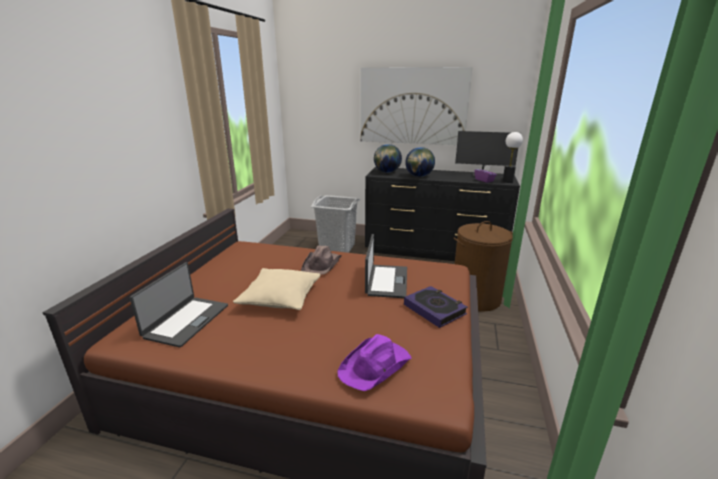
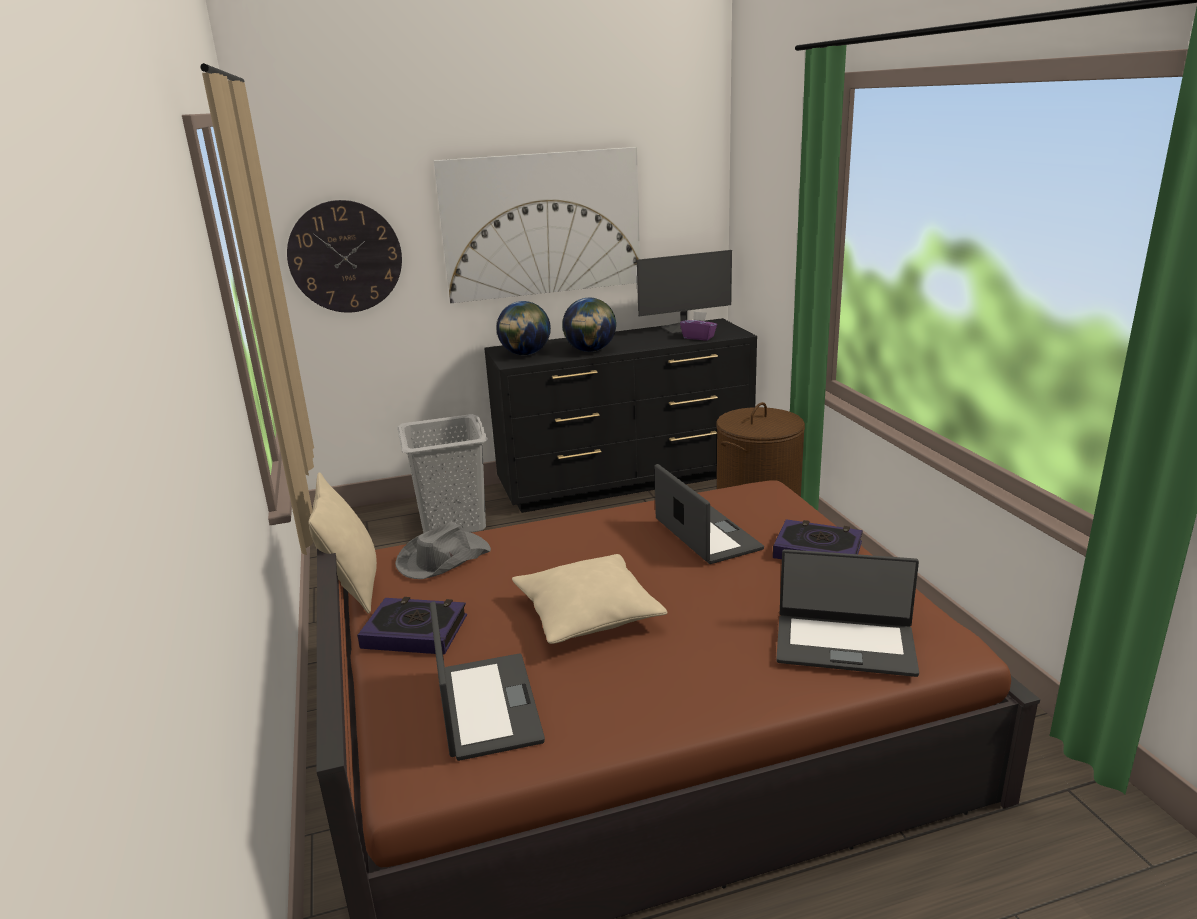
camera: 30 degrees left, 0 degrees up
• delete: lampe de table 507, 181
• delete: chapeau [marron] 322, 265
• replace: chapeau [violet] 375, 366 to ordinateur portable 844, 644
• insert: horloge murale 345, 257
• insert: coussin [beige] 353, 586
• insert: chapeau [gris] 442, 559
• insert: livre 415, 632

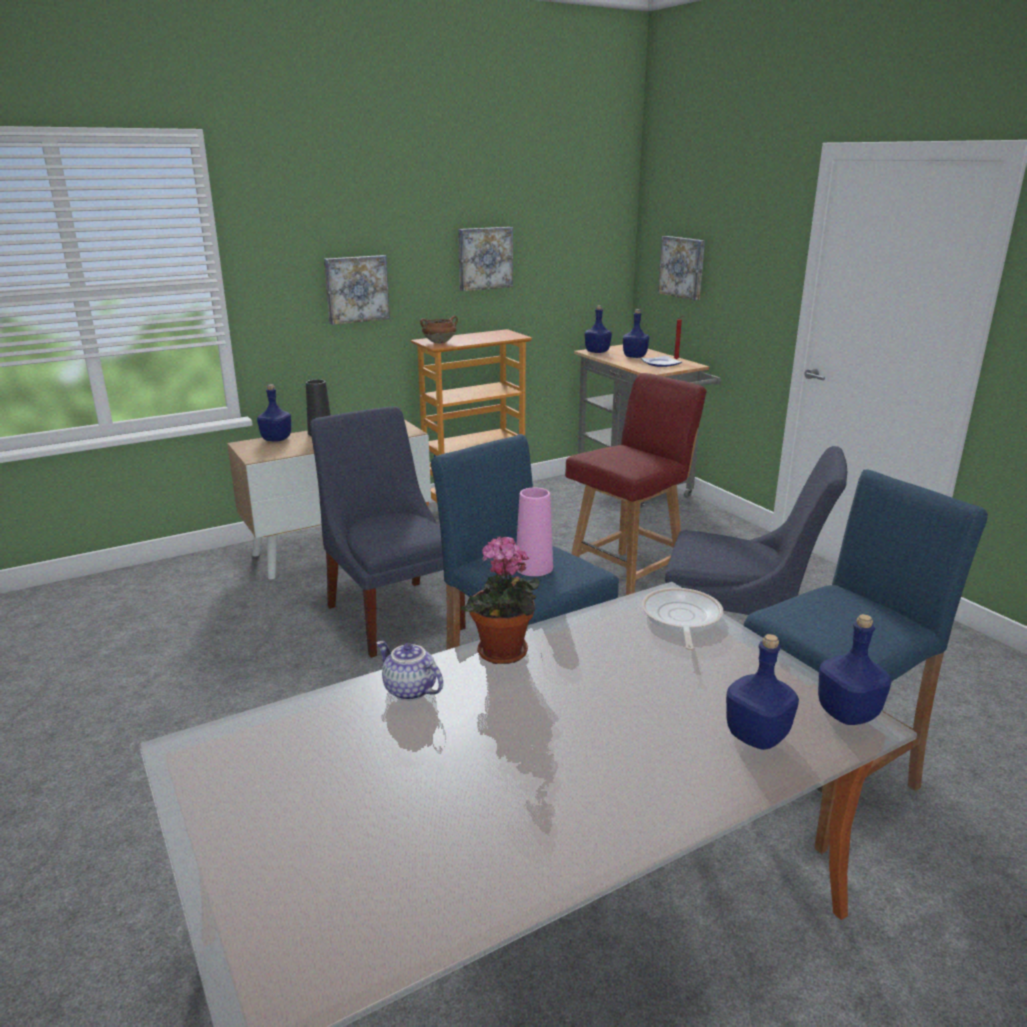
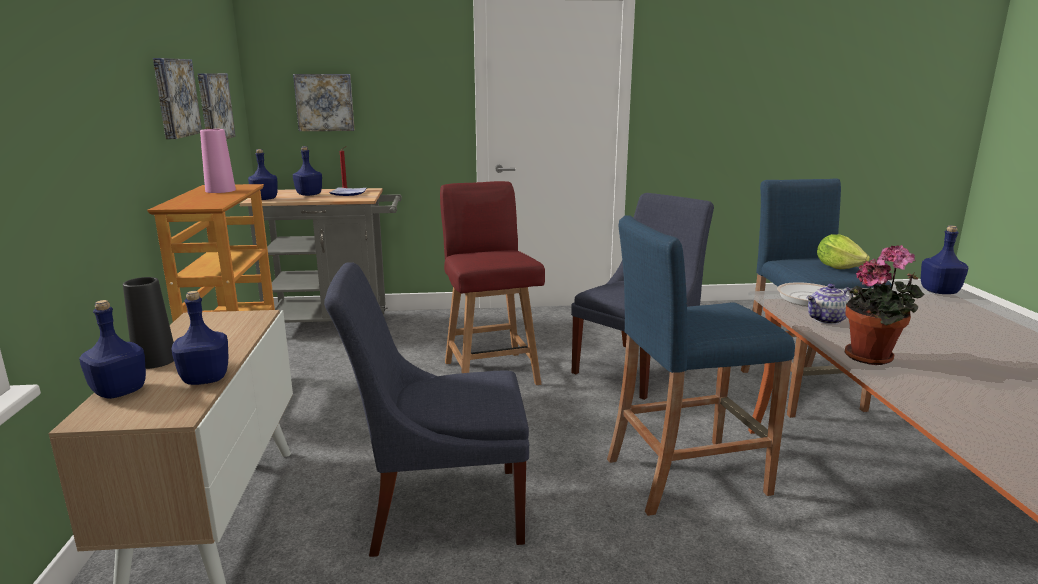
camera: 65 degrees left, 5 degrees down
• move: tableau 356, 289 to 213, 106
• delete: marmite [marron] 439, 342
• move: vase [rose] 534, 567 to 220, 190
• move: bouteille [bleu] 756, 737 to 205, 379
• move: théière 408, 690 to 827, 320
• insert: laitue 838, 267

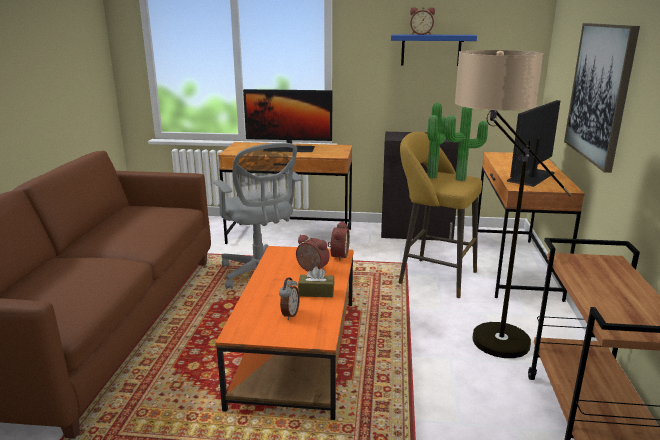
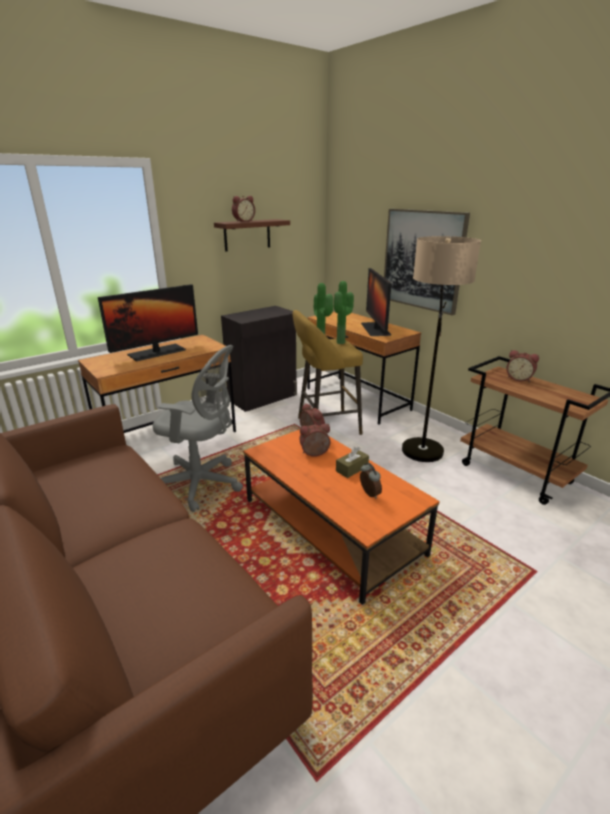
camera: 45 degrees left, 5 degrees up
• recolor: étagère [bleu] 431, 50 to étagère [marron] 247, 235
• insert: réveil 519, 378

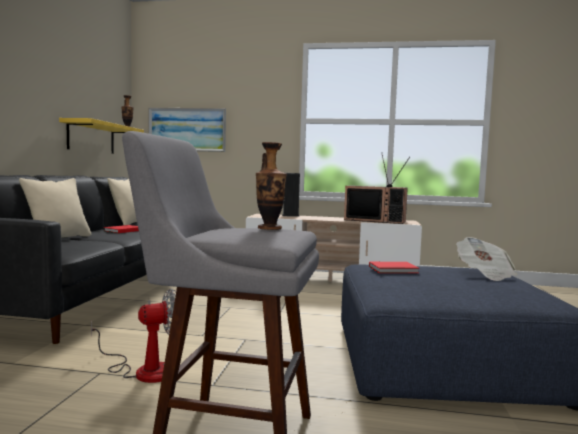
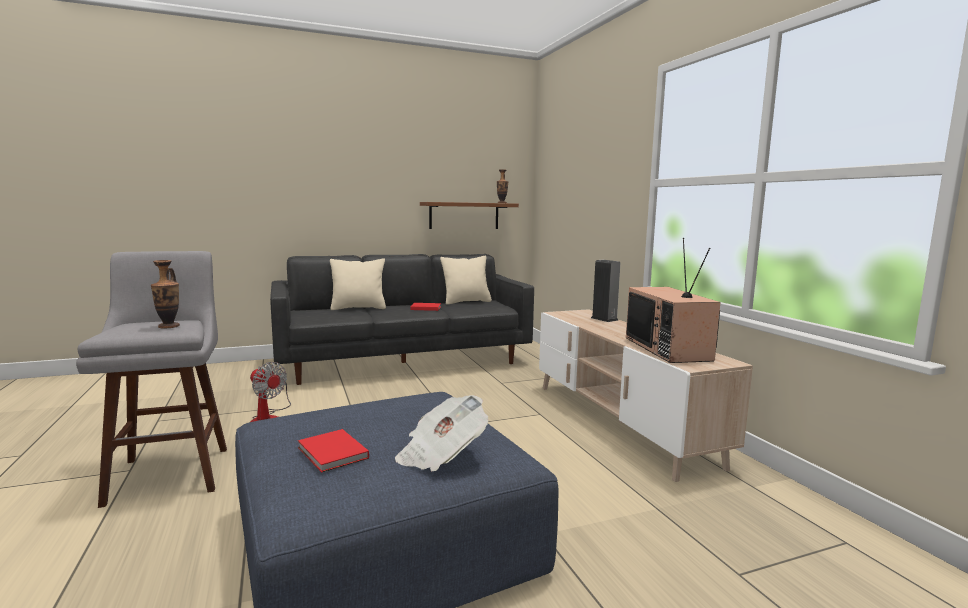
camera: 60 degrees right, 5 degrees up
• delete: tableau 187, 129
• recolor: étagère [jaune] 91, 138 to étagère [marron] 464, 215
• move: livre [rouge] 394, 270 to 332, 454

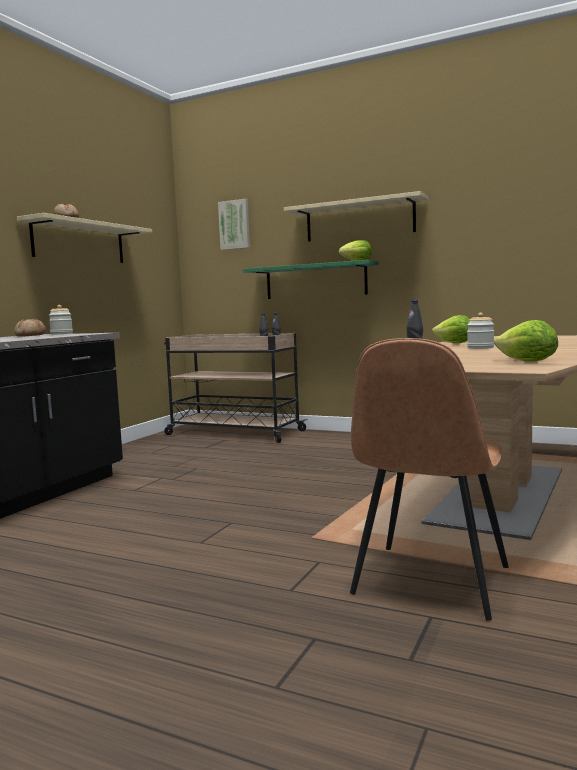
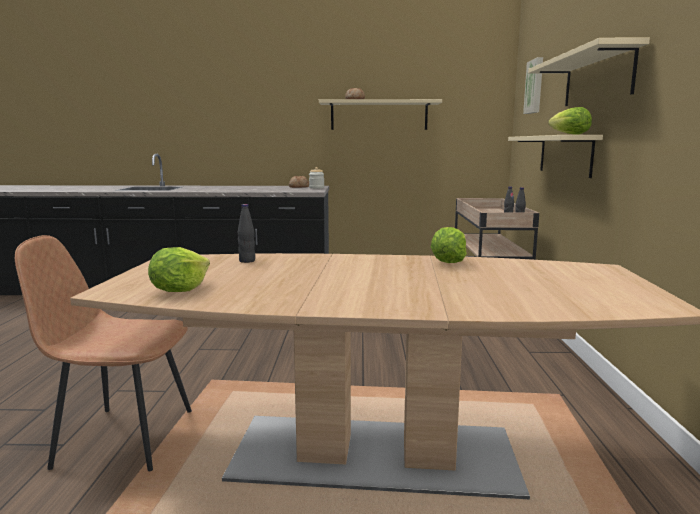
camera: 65 degrees right, 5 degrees up
• recolor: étagère [vert] 315, 281 to étagère [beige] 565, 155
• delete: bocal 480, 348

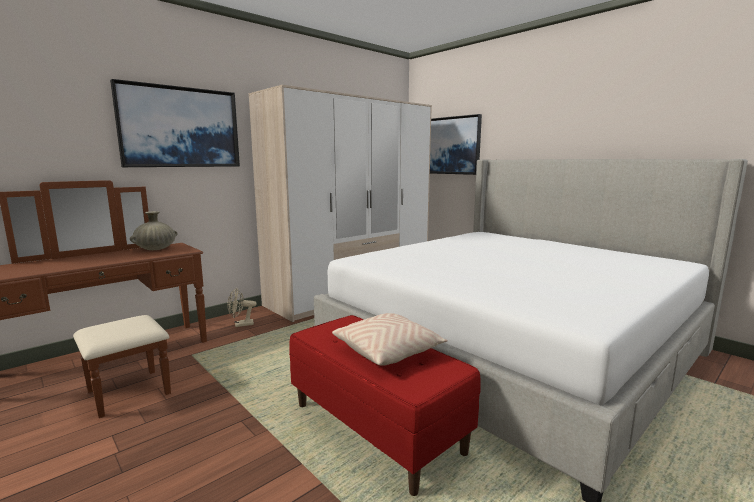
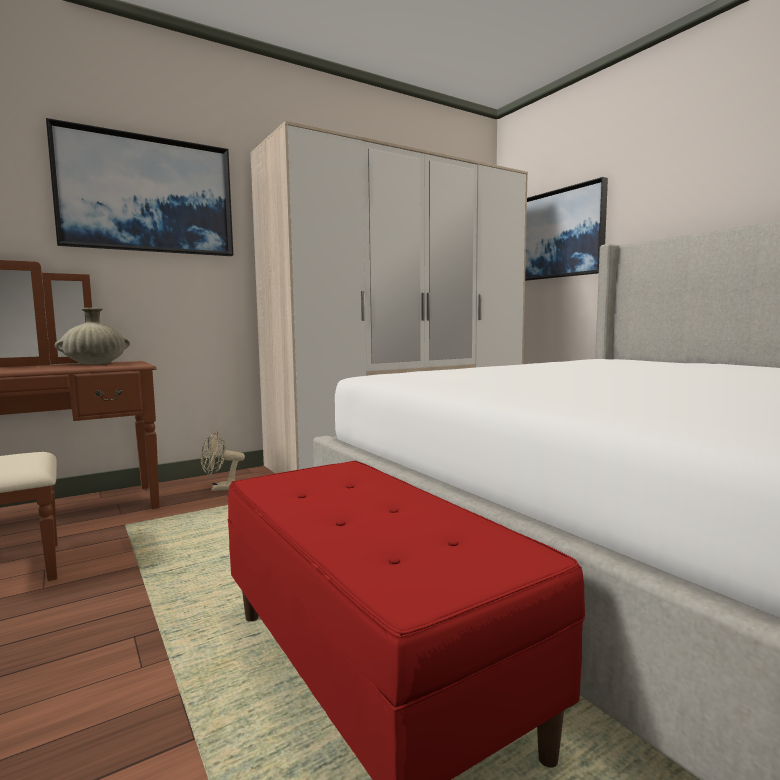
camera: 10 degrees right, 5 degrees down
• delete: coussin [beige] 388, 351

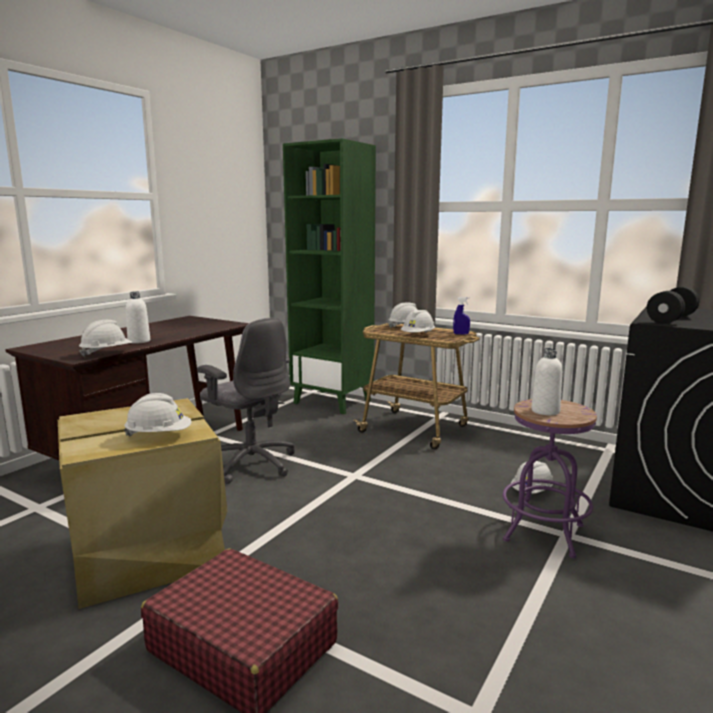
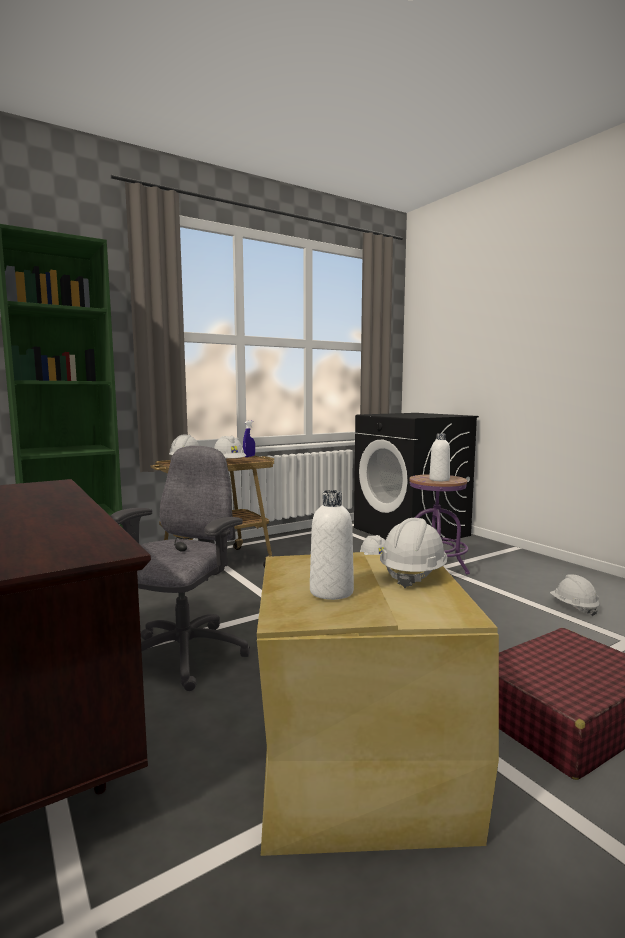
camera: 65 degrees left, 5 degrees down
• delete: haltère [noir] 671, 319
• move: bouteille [blanc] 139, 341 to 331, 591
• rotate: chaise de bureau [gris] 251, 463 = 182, 657 45 degrees counterclockwise
• move: casque de chantier [blanc] 107, 353 to 573, 607

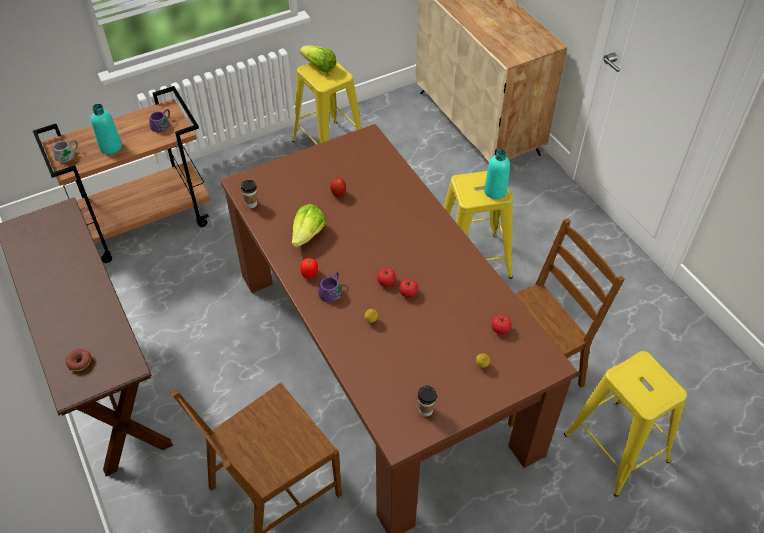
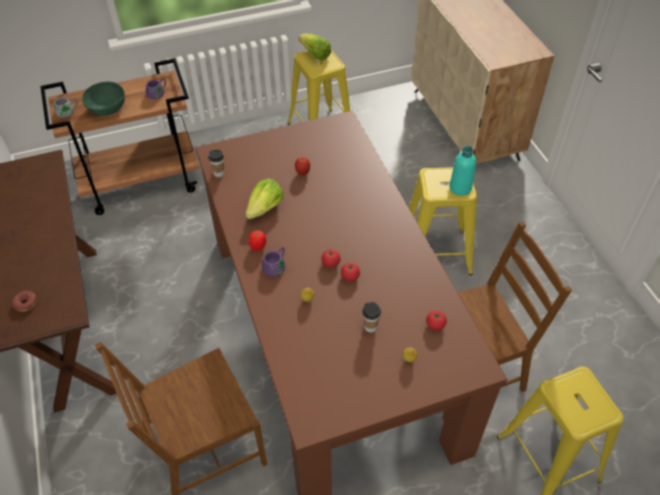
camera: 10 degrees right, 0 degrees up
• replace: bouteille [turquoise] 110, 147 to bol [vert] 107, 108
• move: tasse 426, 410 to 370, 327

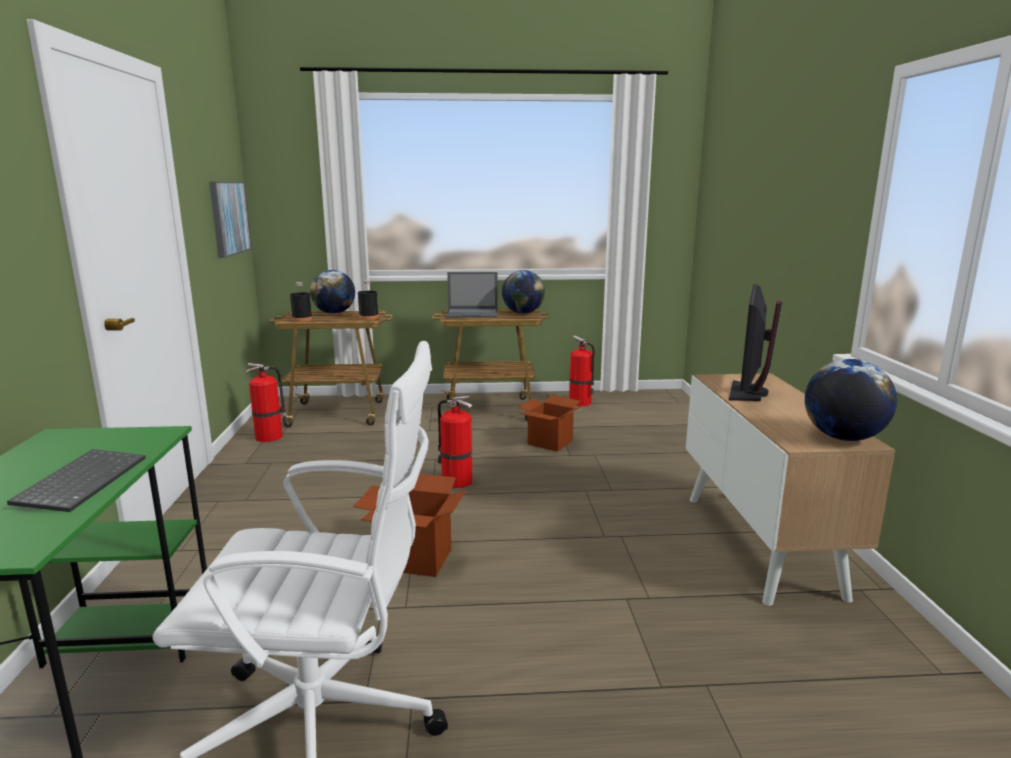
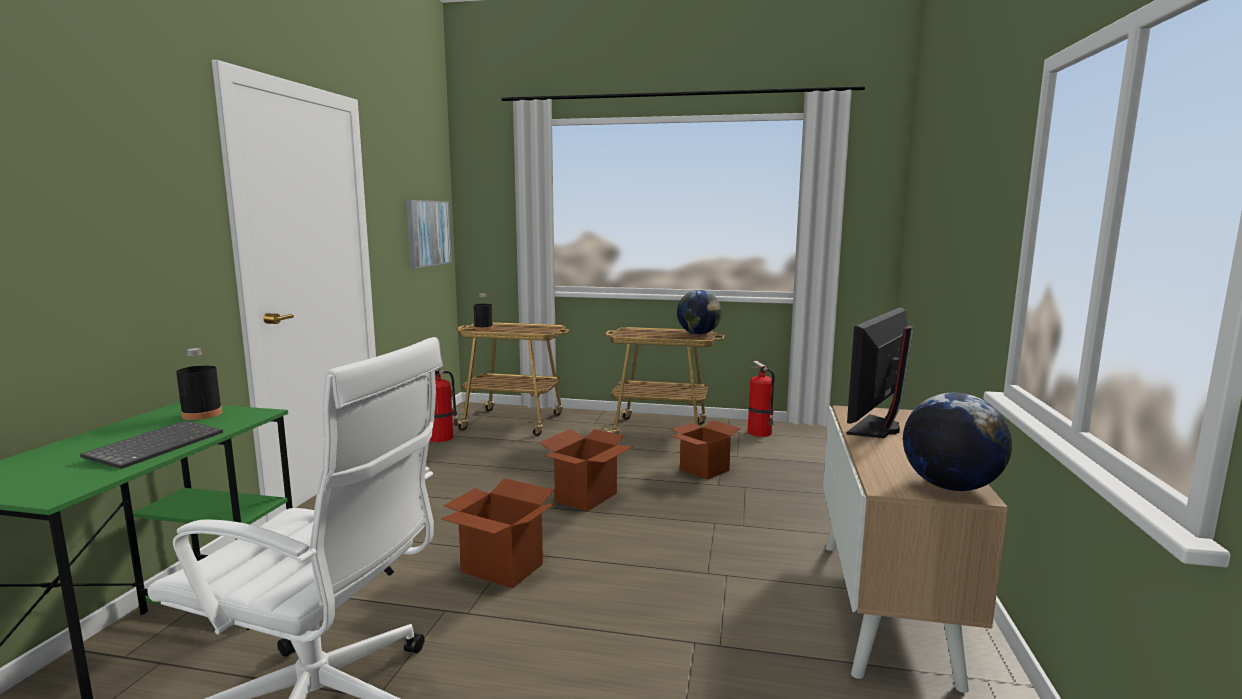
camera: 15 degrees right, 5 degrees down
• delete: globe 334, 313
• delete: ordinateur portable 473, 313
• move: bouteille [noir] 368, 318 to 202, 414
• replace: extincteur 455, 481 to carton 586, 497

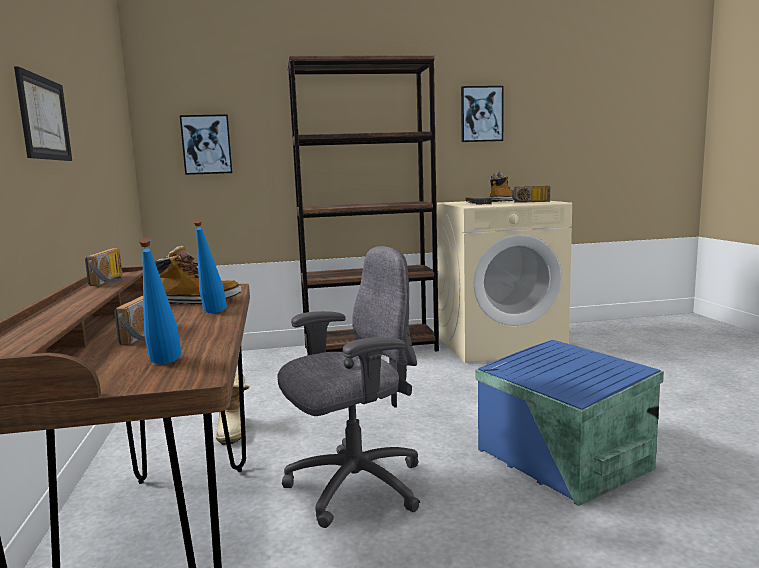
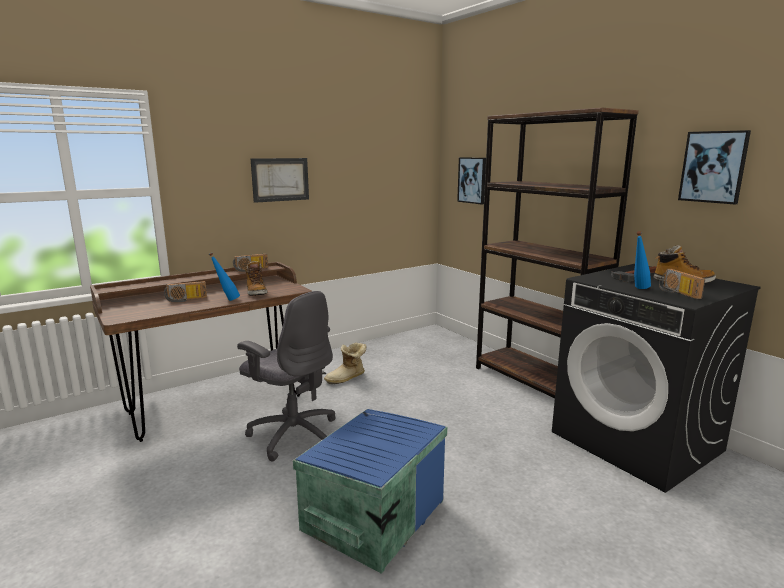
camera: 65 degrees right, 5 degrees up
• recolor: lave-linge [beige] 499, 343 to lave-linge [noir] 637, 441
• move: bouteille [bleu] 163, 365 to 638, 289

